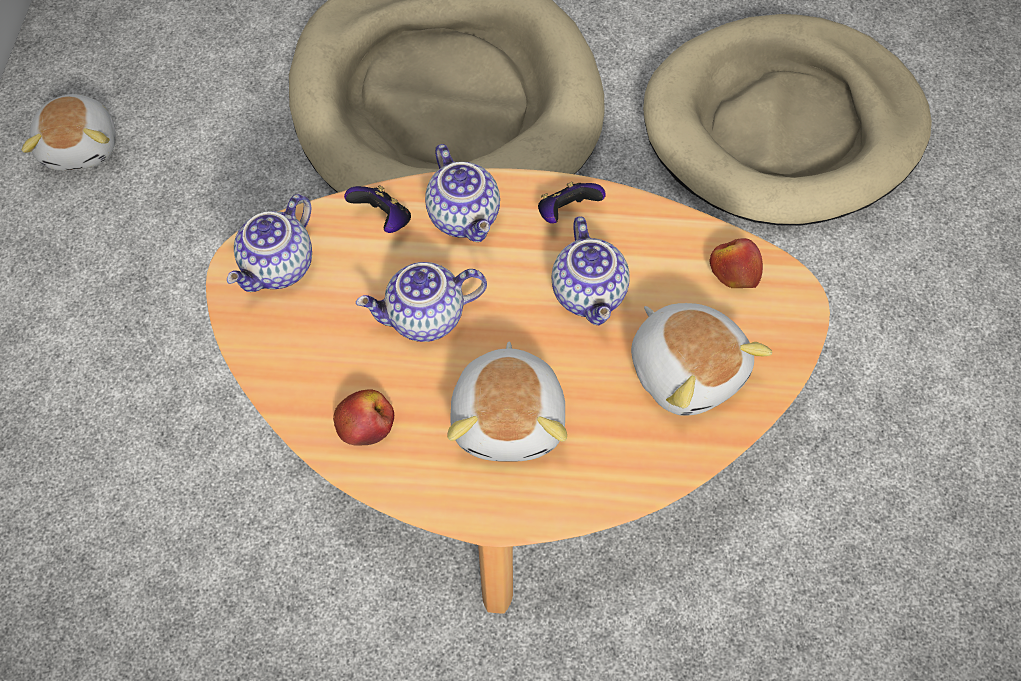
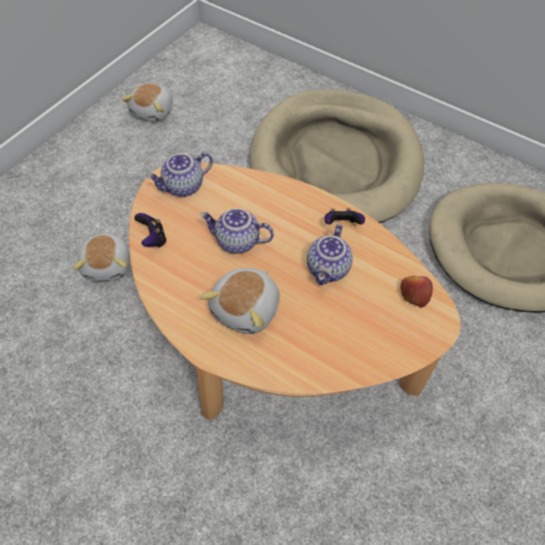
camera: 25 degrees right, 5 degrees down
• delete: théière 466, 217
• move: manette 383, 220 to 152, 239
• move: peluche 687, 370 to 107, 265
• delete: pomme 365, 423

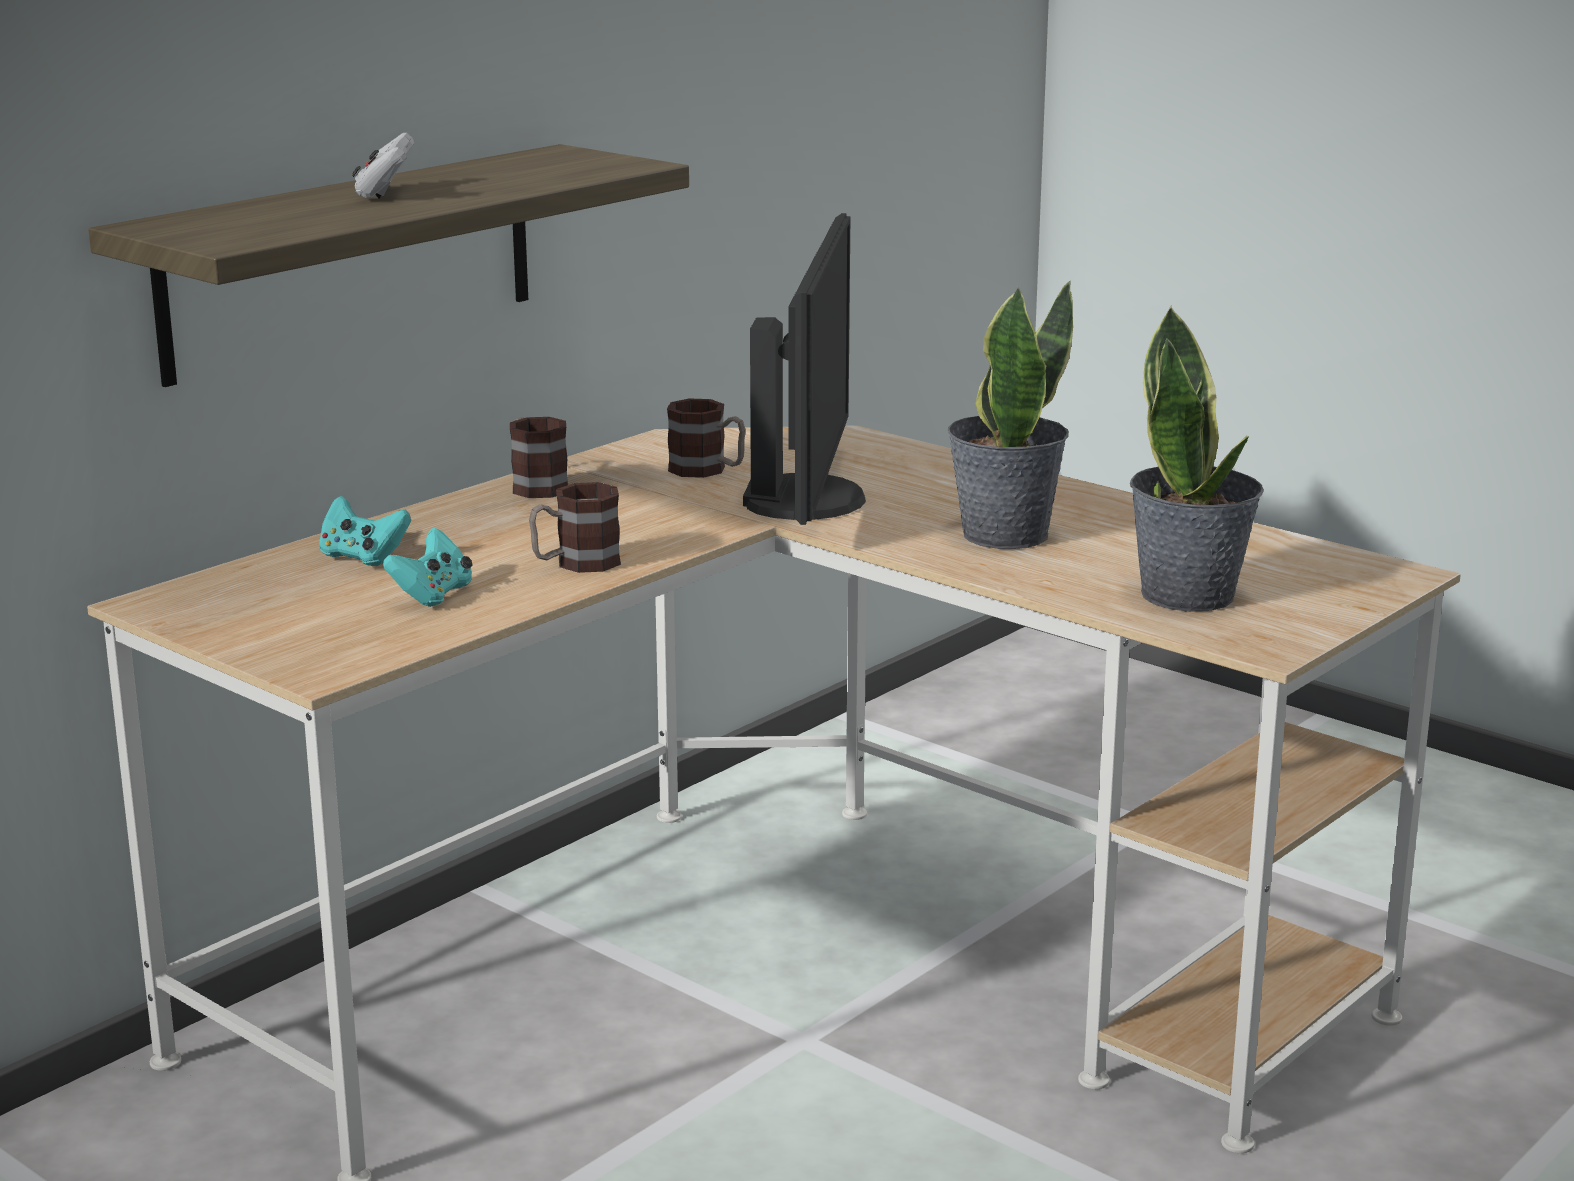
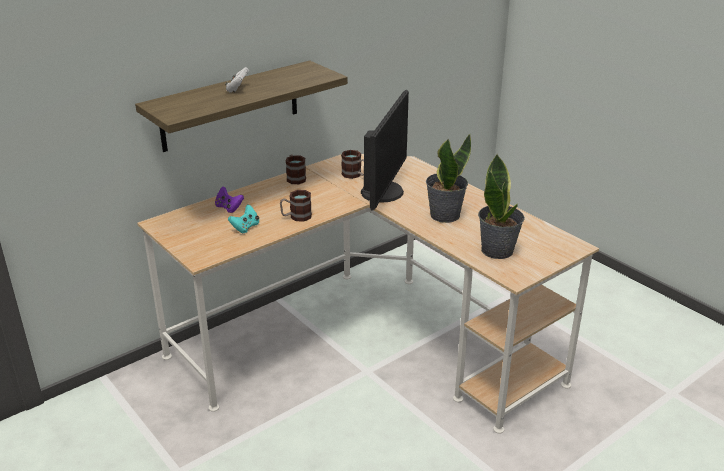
camera: 10 degrees right, 10 degrees up
• recolor: manette [turquoise] 363, 557 to manette [violet] 228, 208

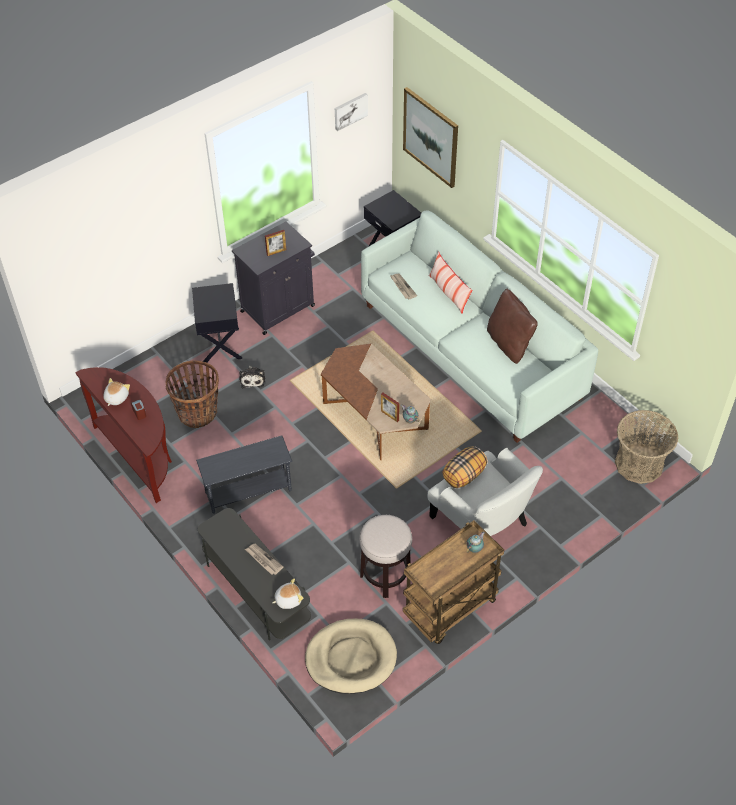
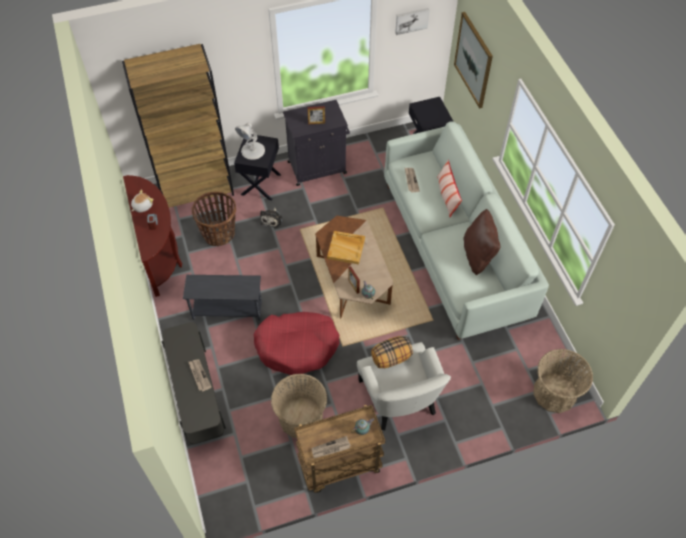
camera: 20 degrees right, 5 degrees up
• replace: tabouret 385, 575 to panier 301, 418
• delete: peluche 288, 599
• delete: panier pour chien [beige] 351, 658
• insert: bibliothèque [marron] 196, 190
• insert: lampe de table [blanc] 252, 151
• insert: plateau [beige] 346, 248
• insert: panier pour chien [rouge] 297, 346
• insert: journal 330, 448

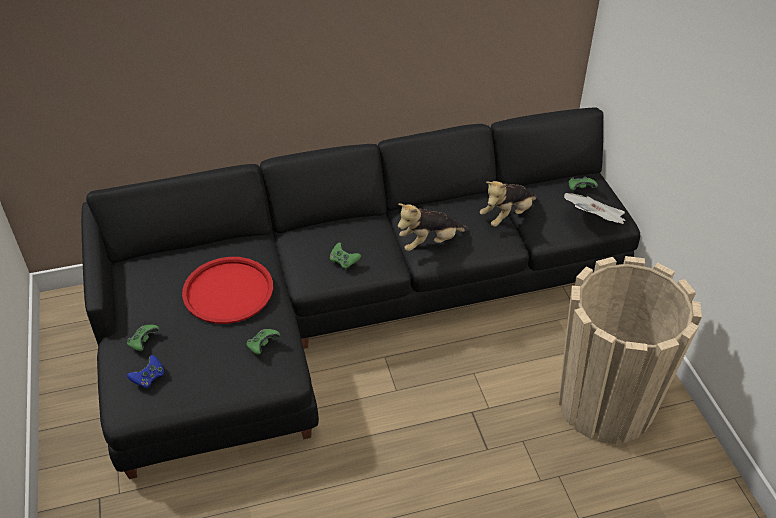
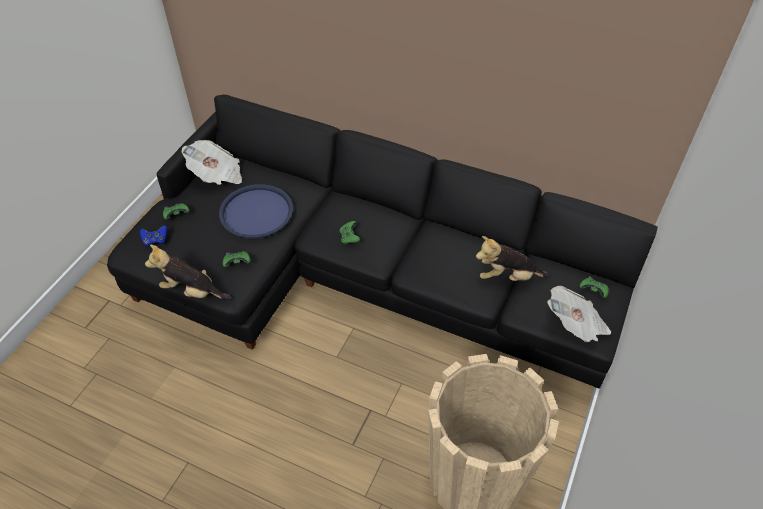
camera: 40 degrees right, 5 degrees up
• move: peluche 429, 243 to 192, 291
• recolor: plateau [rouge] 228, 291 to plateau [bleu] 256, 212
• insert: journal 216, 175

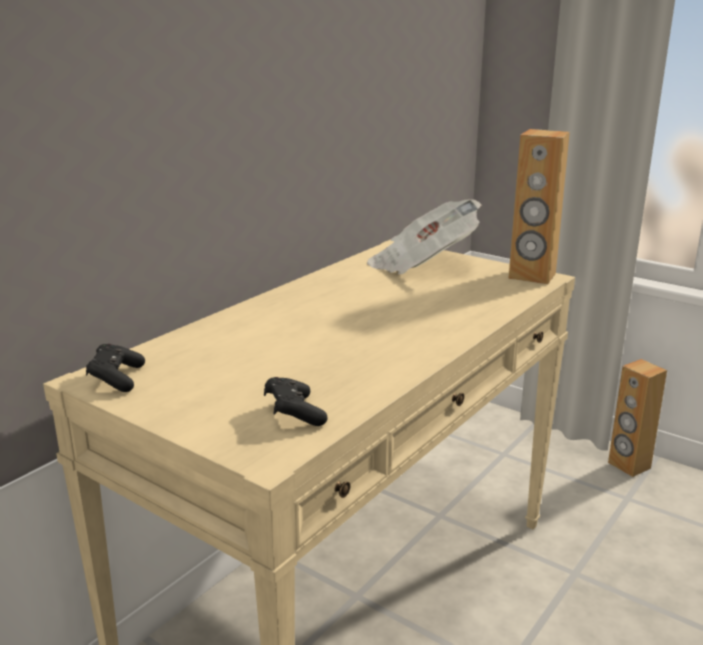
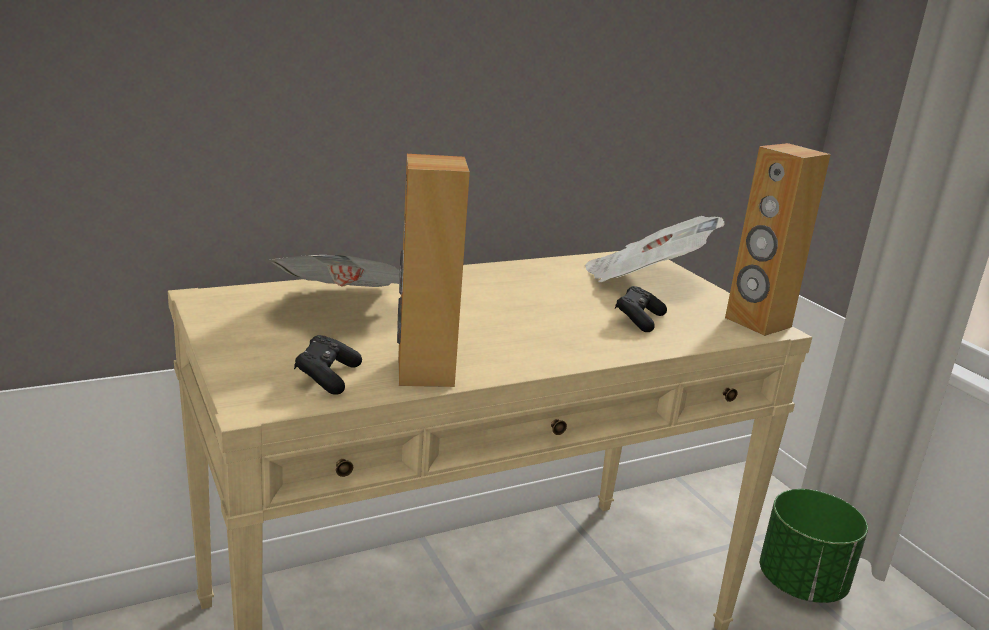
camera: 25 degrees right, 0 degrees up
• move: manette [noir] 116, 379 to 638, 320
• move: enceinte [marron] 628, 465 to 424, 372
• insert: journal 344, 310
• insert: cache-pot [vert] 802, 583

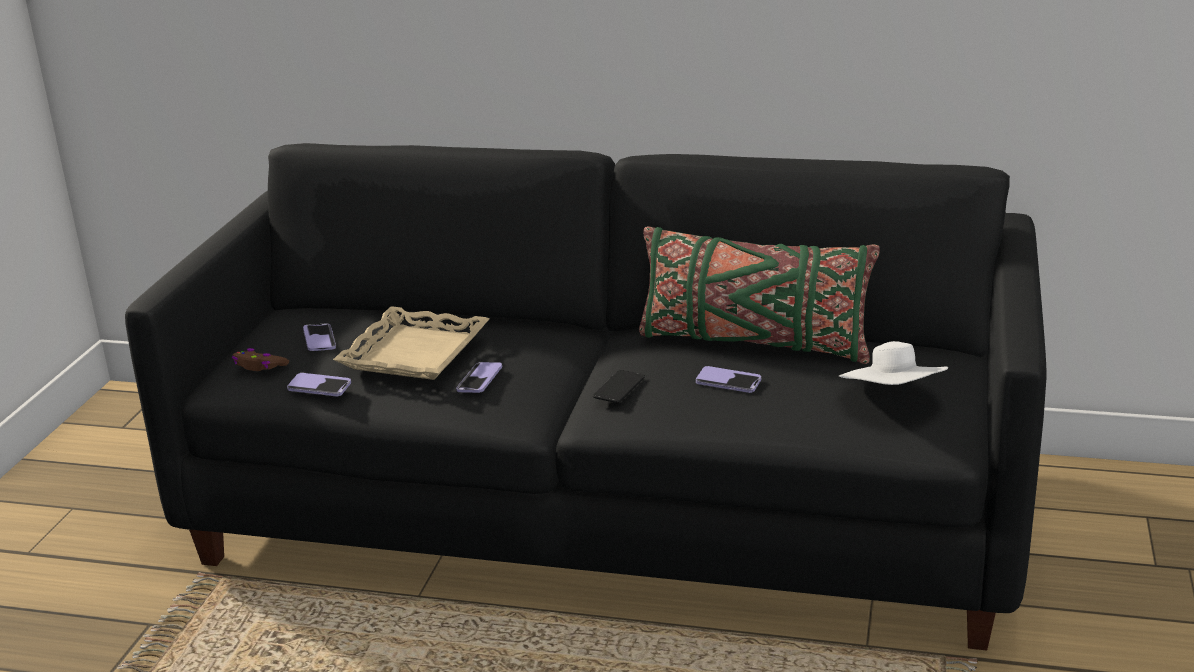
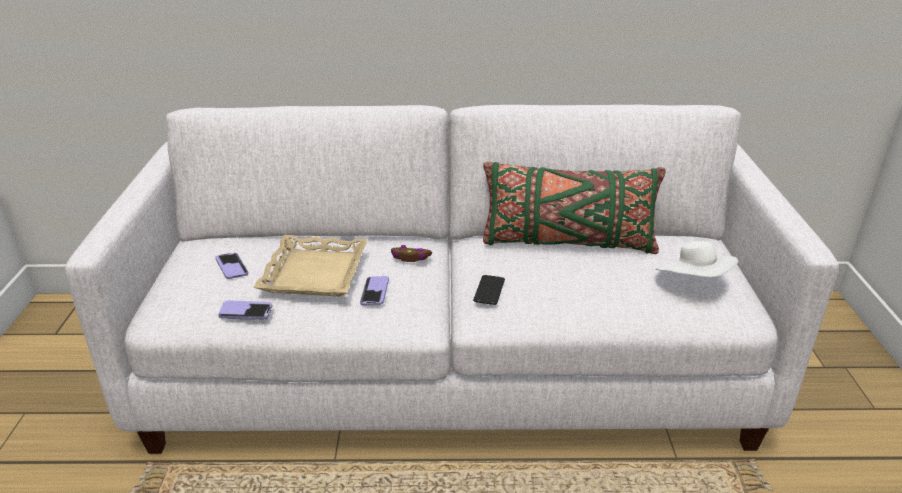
camera: 15 degrees left, 5 degrees up
• recolor: canapé [noir] 608, 511 to canapé [blanc] 452, 367
• move: manette [marron] 259, 366 to 410, 258
• delete: téléphone 728, 381

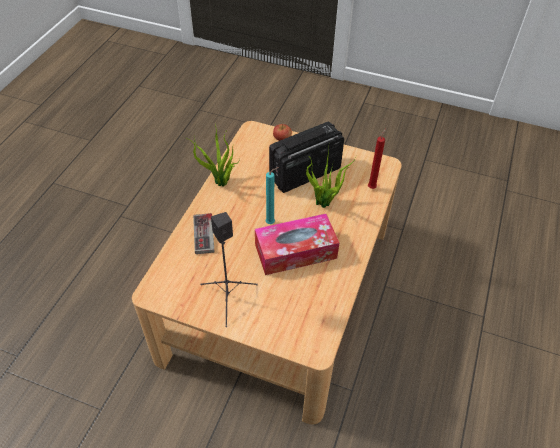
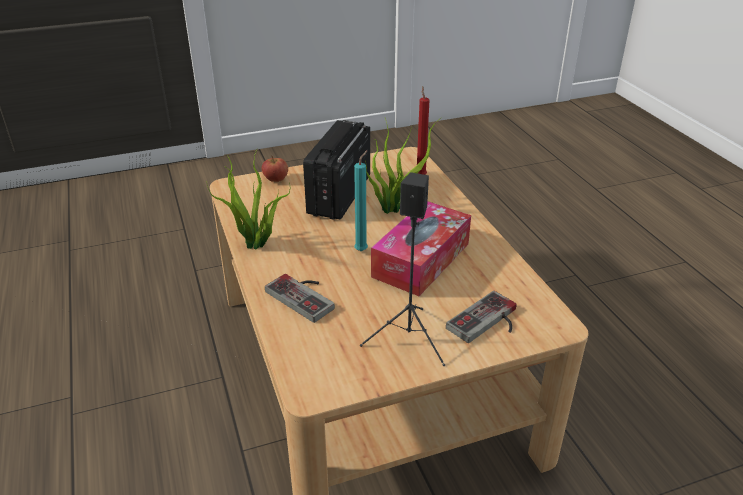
camera: 40 degrees left, 15 degrees down
• insert: manette 488, 323

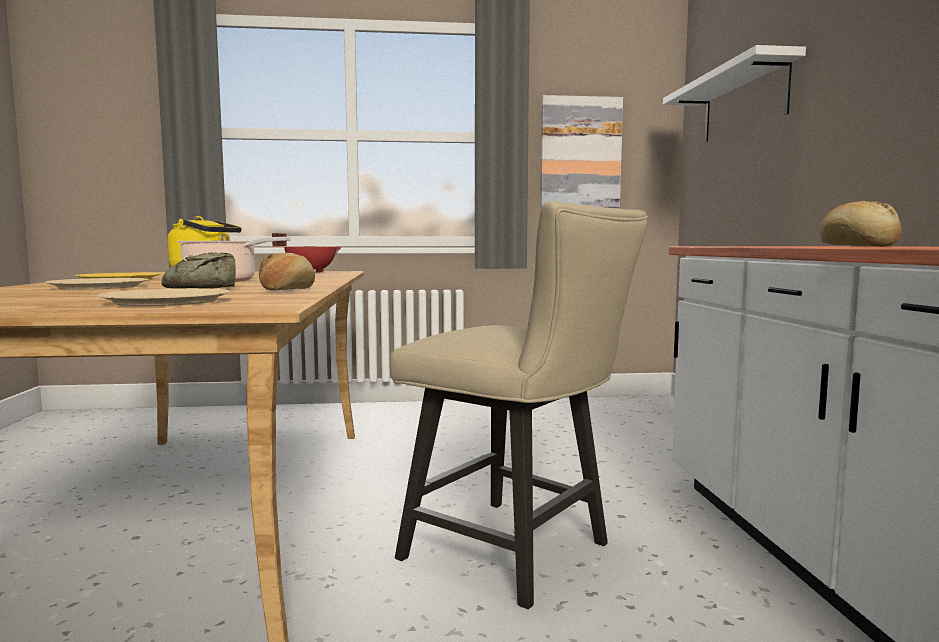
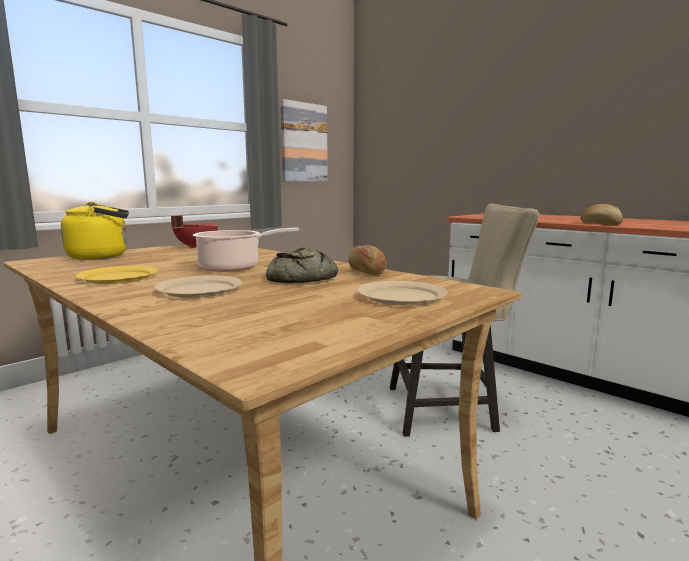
camera: 40 degrees left, 5 degrees up
• delete: étagère [blanc] 743, 103

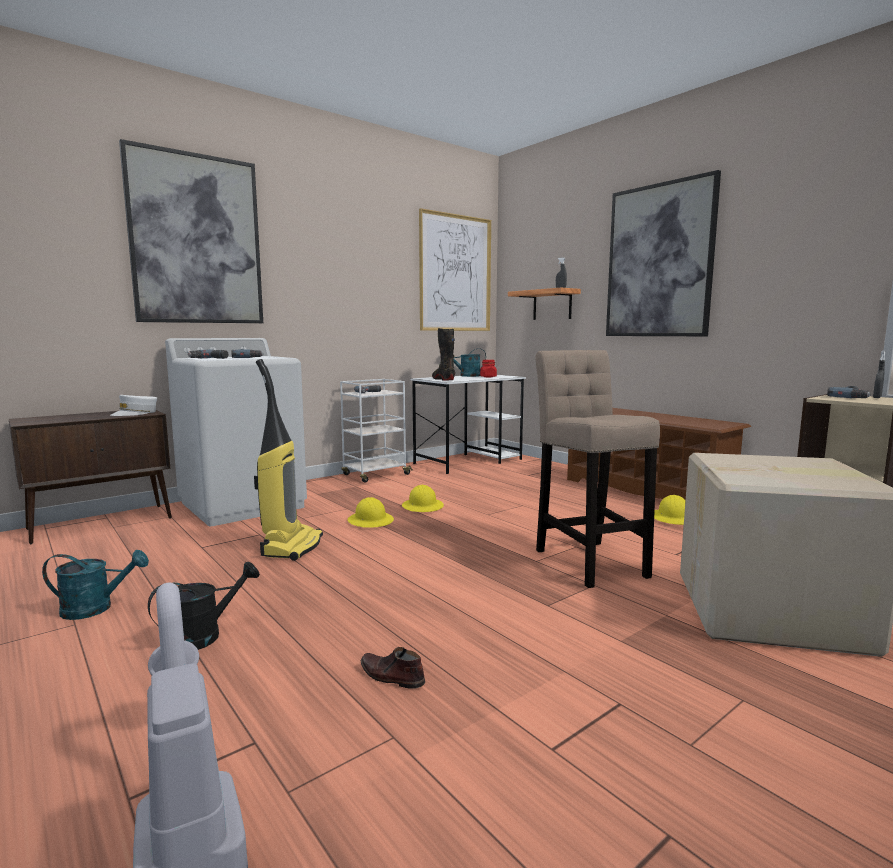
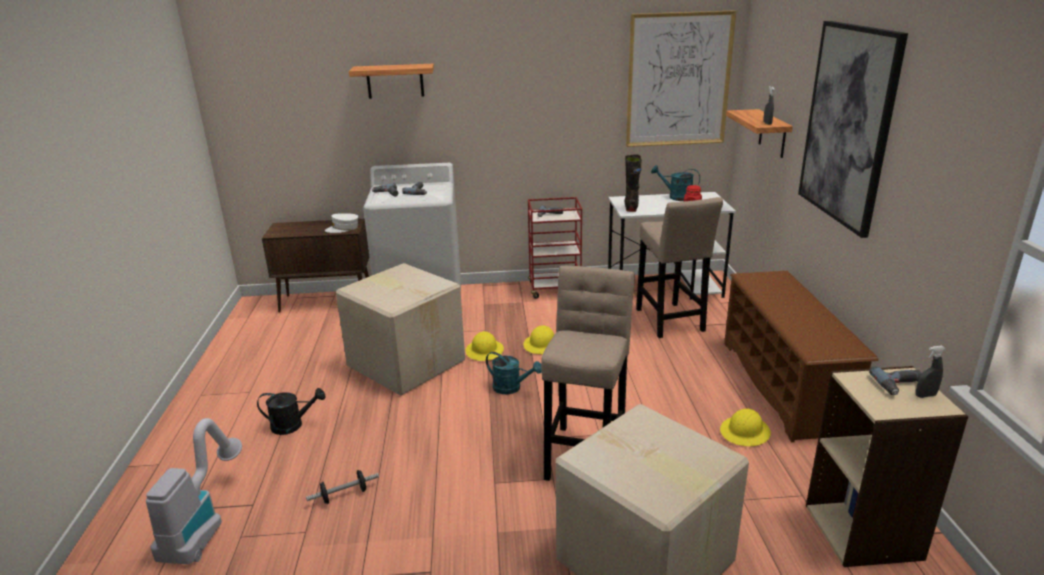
camera: 35 degrees right, 15 degrees up
• replace: tableau 196, 240 to étagère 395, 81
• replace: aspirateur 291, 546 to carton 406, 362
• recolor: chariot [blanc] 375, 475 to chariot [rouge] 555, 289
• move: arrosoir [turquoise] 96, 608 to 511, 388
• replace: chaussure [marron] 391, 676 to haltère 344, 495
• insert: tabouret [beige] 670, 322

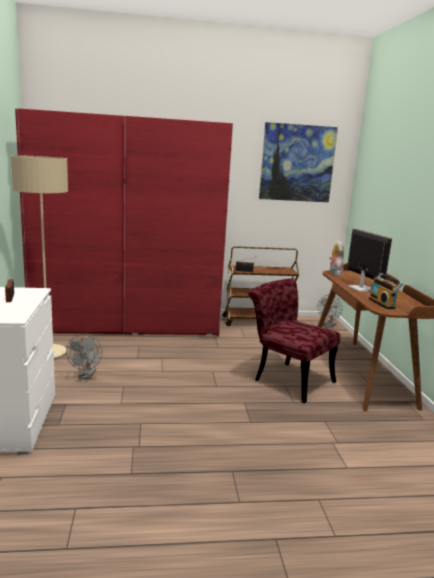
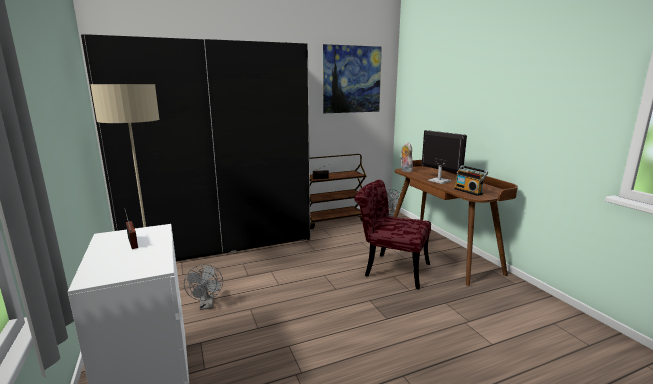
camera: 15 degrees left, 0 degrees up
• recolor: armoire [rouge] 128, 324 to armoire [noir] 220, 243

